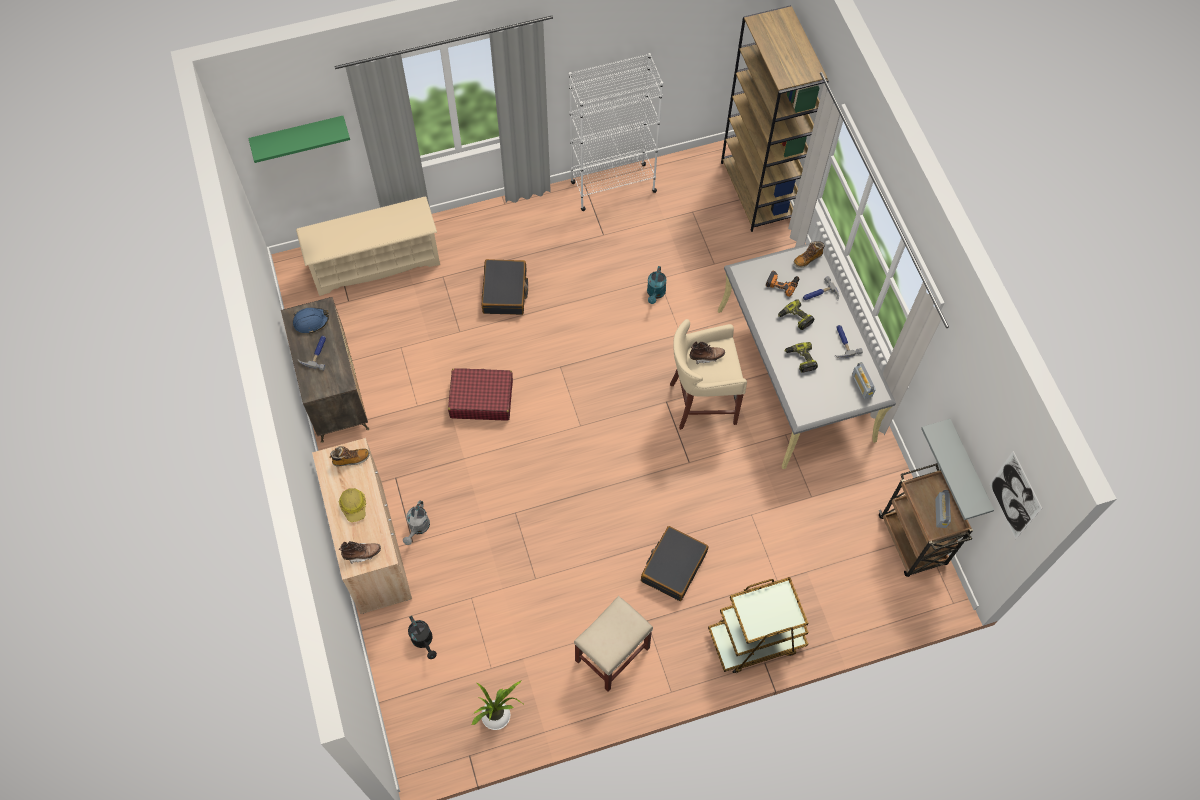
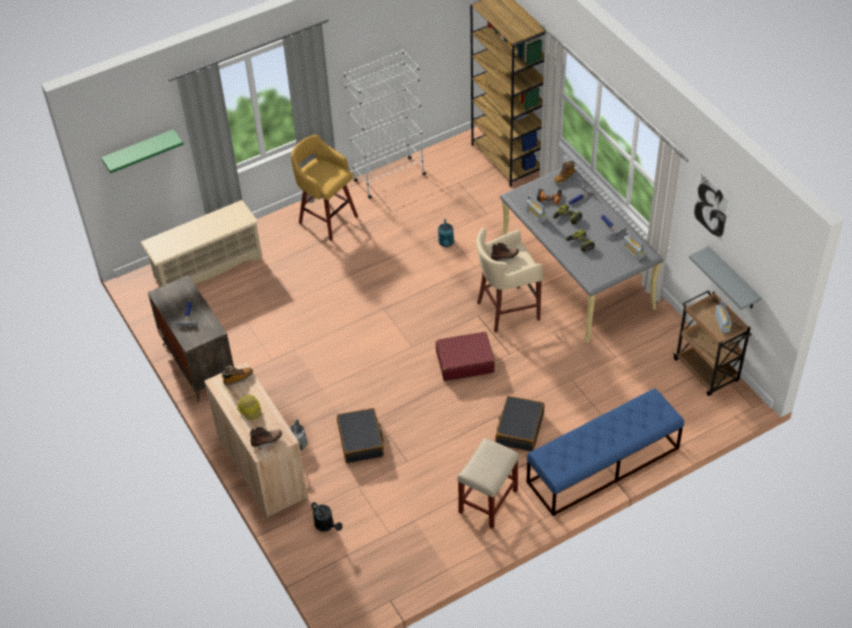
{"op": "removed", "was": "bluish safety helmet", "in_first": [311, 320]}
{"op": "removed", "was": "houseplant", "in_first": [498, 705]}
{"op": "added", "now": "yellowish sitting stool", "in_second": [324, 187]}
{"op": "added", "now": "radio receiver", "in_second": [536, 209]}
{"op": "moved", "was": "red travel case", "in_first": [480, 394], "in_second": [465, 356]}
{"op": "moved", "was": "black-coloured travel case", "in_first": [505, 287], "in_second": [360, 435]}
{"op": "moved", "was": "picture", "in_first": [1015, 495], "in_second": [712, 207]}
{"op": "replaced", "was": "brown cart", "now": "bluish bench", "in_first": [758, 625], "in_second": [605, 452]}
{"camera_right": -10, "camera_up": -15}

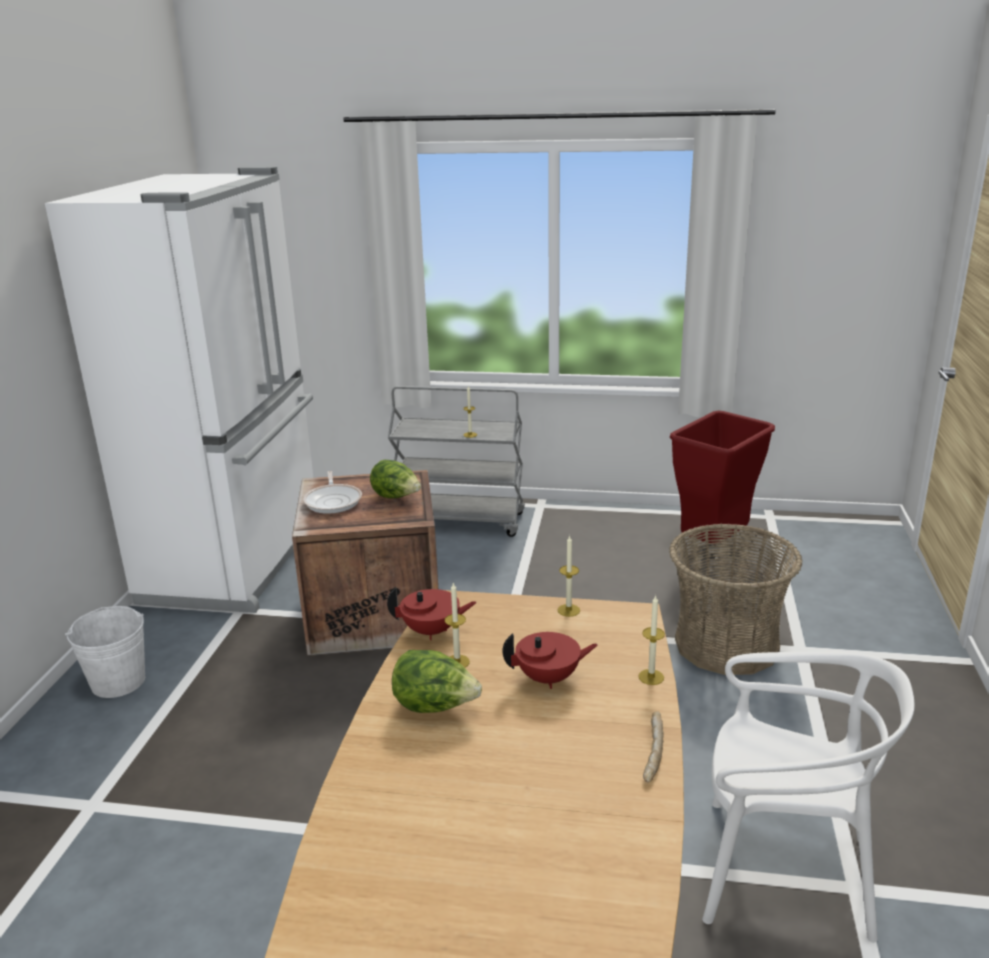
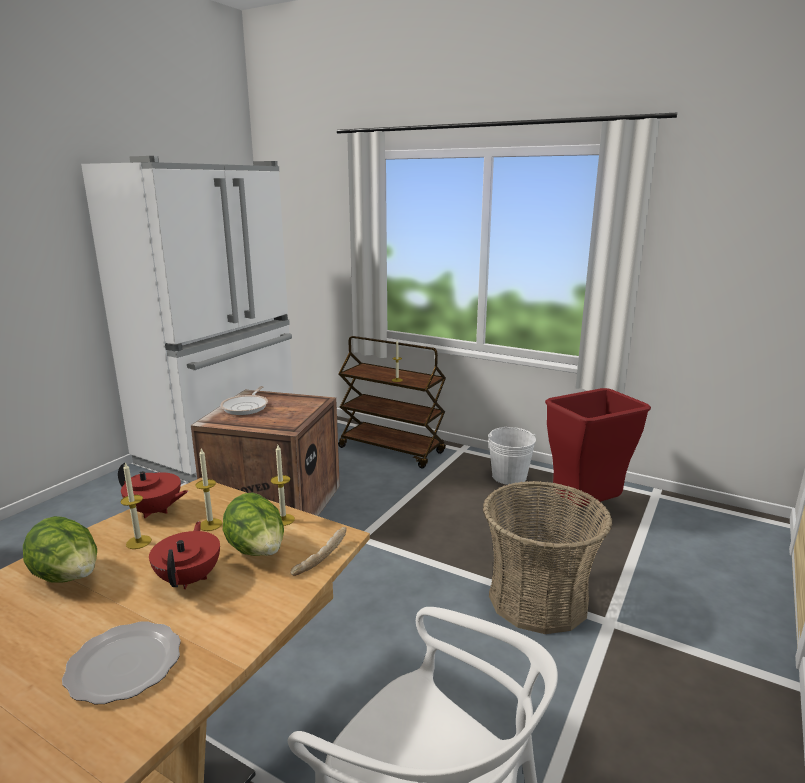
{"op": "added", "now": "dinner plate", "in_second": [121, 662]}
{"op": "moved", "was": "white bucket", "in_first": [105, 652], "in_second": [512, 456]}
{"op": "moved", "was": "lettuce head", "in_first": [395, 479], "in_second": [253, 524]}
{"op": "moved", "was": "wax light", "in_first": [652, 640], "in_second": [208, 489]}
{"op": "moved", "was": "bakery bread", "in_first": [653, 747], "in_second": [318, 551]}
{"op": "recoloured", "was": "grey cart", "now": "brown cart", "in_first": [456, 461], "in_second": [392, 402]}
{"op": "turned", "was": "red pot for tea", "in_first": [550, 660], "in_second": [184, 555], "clockwise": -105}
{"camera_right": 20, "camera_up": -5}

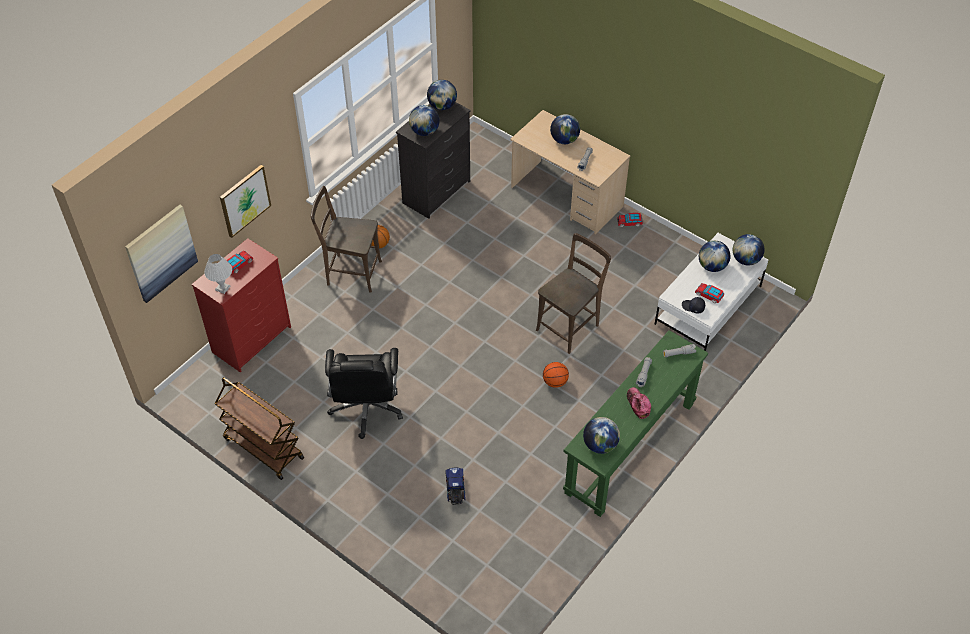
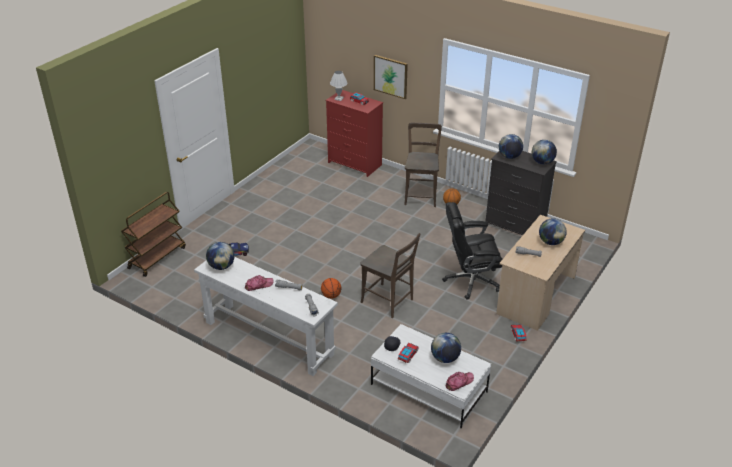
{"op": "removed", "was": "picture", "in_first": [161, 254]}
{"op": "moved", "was": "brown cart", "in_first": [259, 428], "in_second": [153, 234]}
{"op": "moved", "was": "black-coloured computer chair", "in_first": [364, 393], "in_second": [472, 251]}
{"op": "replaced", "was": "globe", "now": "cap", "in_first": [749, 249], "in_second": [459, 381]}
{"op": "recoloured", "was": "green-coloured console table", "now": "white console table", "in_first": [635, 423], "in_second": [266, 316]}
{"camera_right": 85, "camera_up": -15}

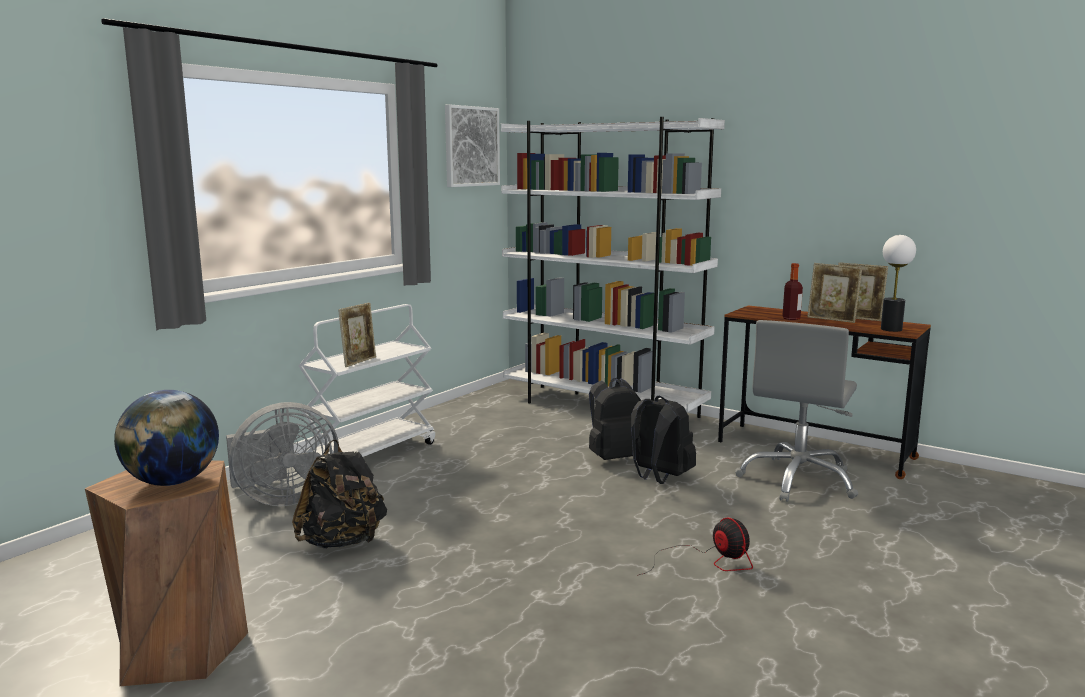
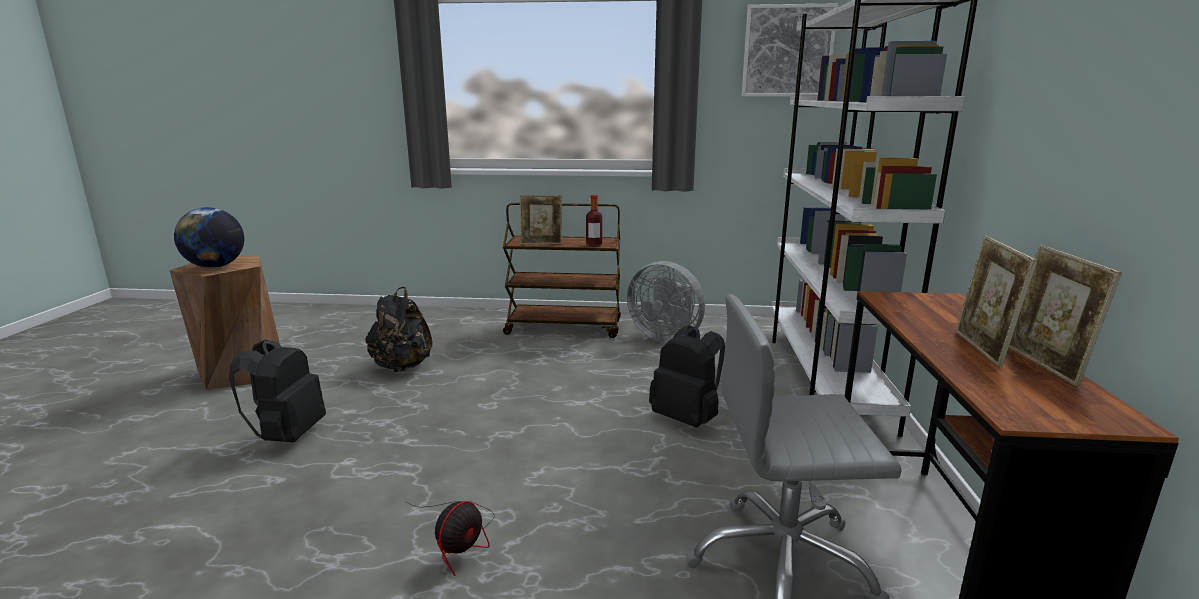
{"op": "removed", "was": "lamp for a table", "in_first": [898, 283]}
{"op": "moved", "was": "grey electric fan", "in_first": [282, 454], "in_second": [666, 302]}
{"op": "moved", "was": "black-coloured rucksack", "in_first": [663, 439], "in_second": [277, 390]}
{"op": "moved", "was": "bottle", "in_first": [792, 291], "in_second": [594, 221]}
{"op": "recoloured", "was": "white cart", "now": "brown cart", "in_first": [366, 380], "in_second": [562, 270]}
{"camera_right": 60, "camera_up": 5}

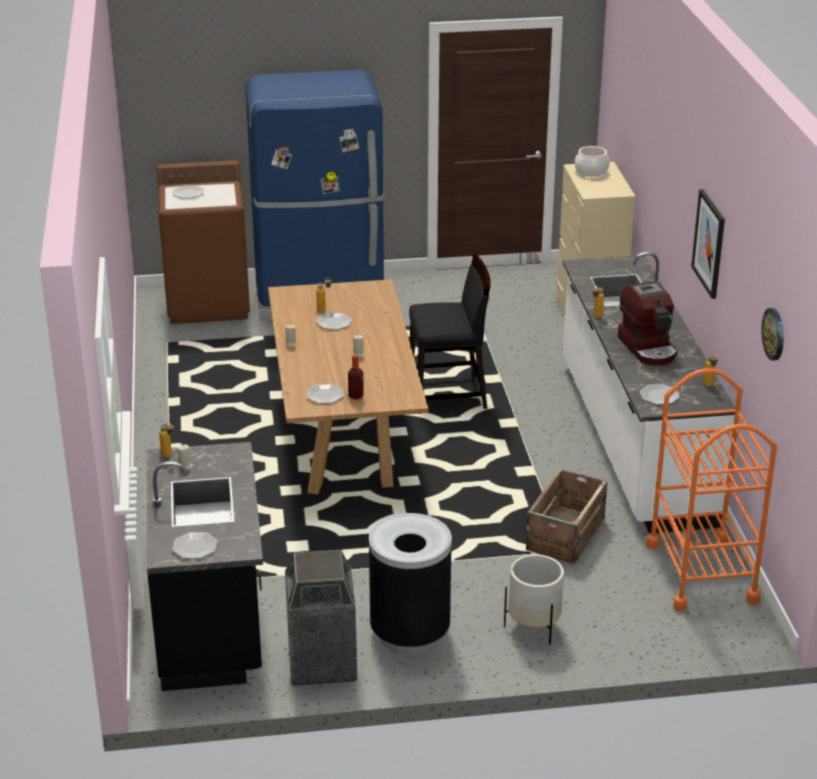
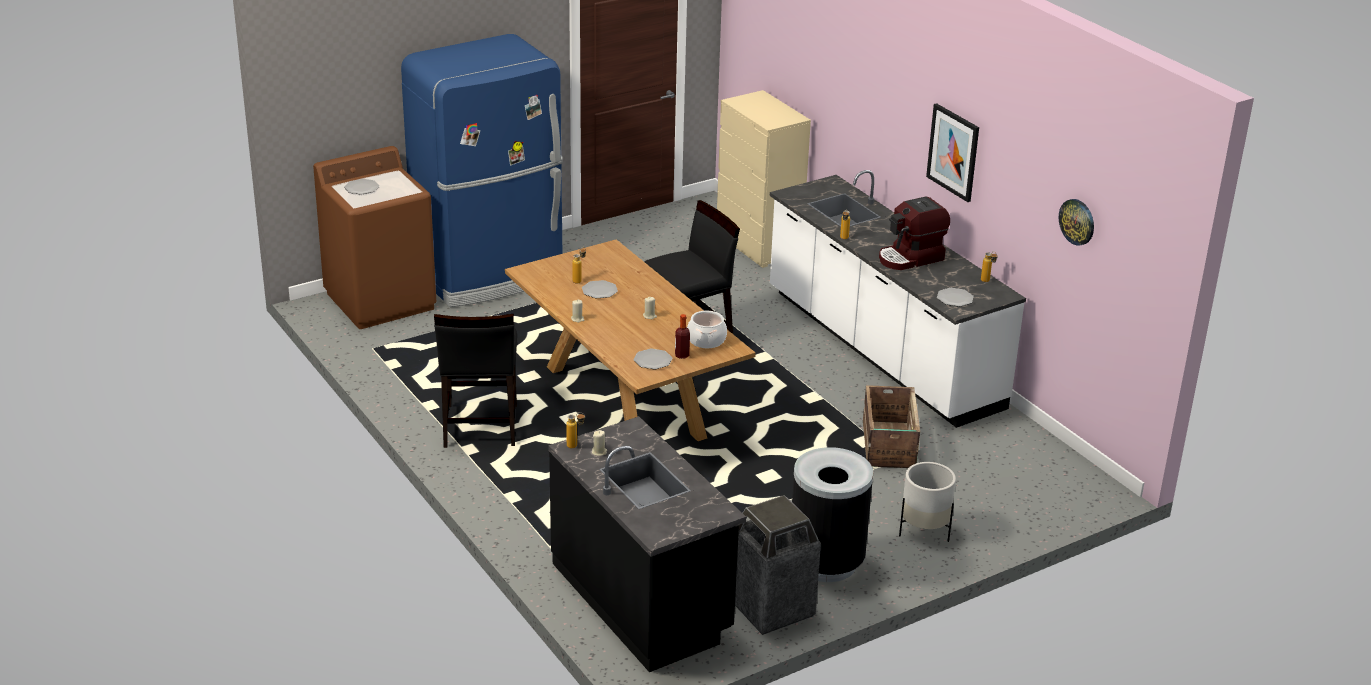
{"op": "removed", "was": "dinner plate", "in_first": [195, 545]}
{"op": "removed", "was": "orangey cart", "in_first": [711, 489]}
{"op": "added", "now": "black-coloured chair", "in_second": [475, 381]}
{"op": "moved", "was": "saucepot", "in_first": [592, 161], "in_second": [707, 329]}
{"op": "turned", "was": "coffee maker", "in_first": [648, 323], "in_second": [914, 233], "clockwise": 105}
{"camera_right": -25, "camera_up": 0}

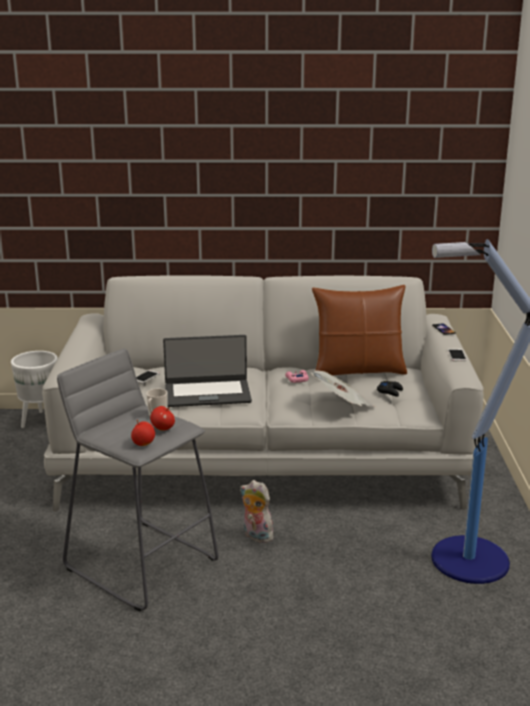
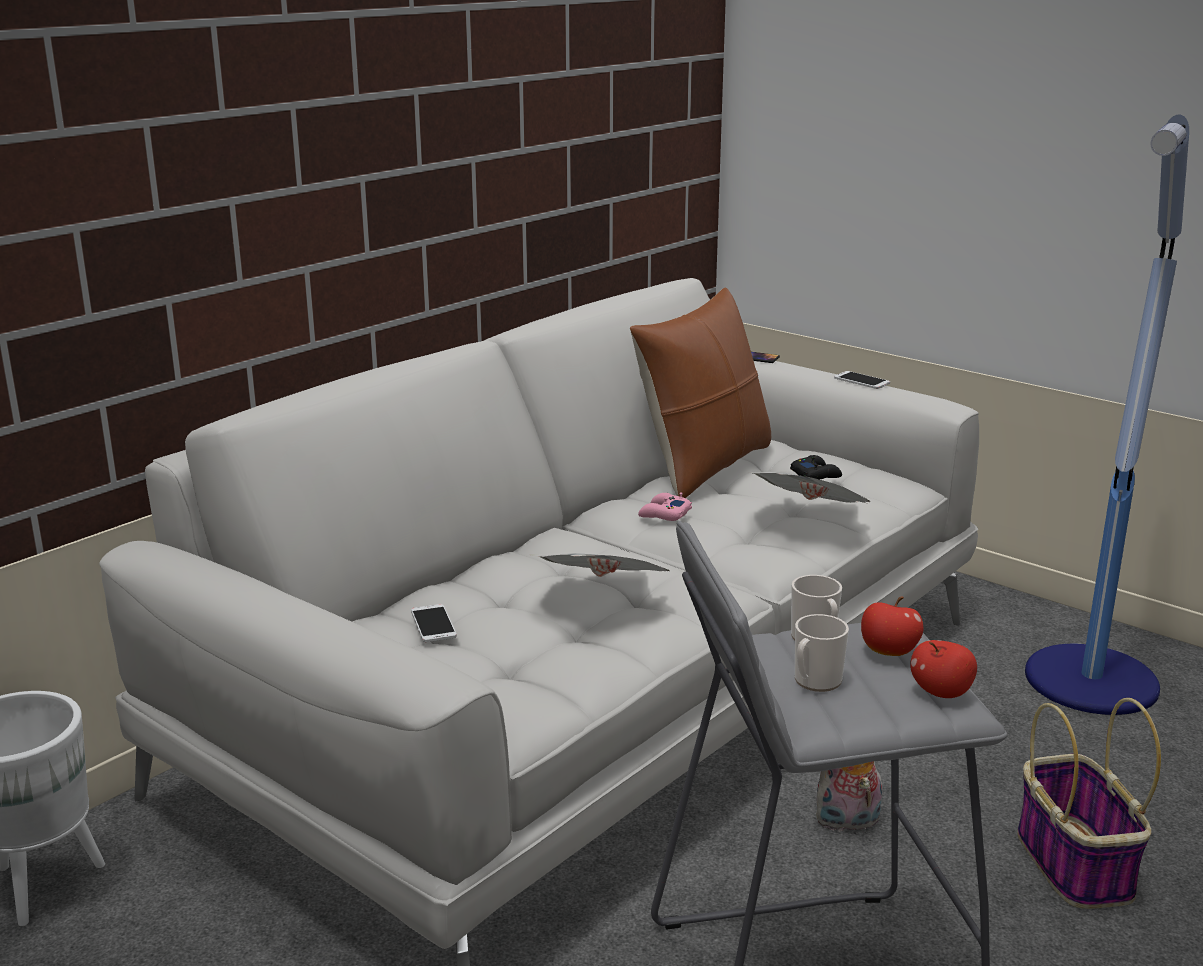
{"op": "added", "now": "tea mug", "in_second": [822, 653]}
{"op": "added", "now": "household basket", "in_second": [1089, 803]}
{"op": "replaced", "was": "laptop", "now": "printed paper", "in_first": [207, 371], "in_second": [599, 565]}
{"camera_right": -50, "camera_up": 0}

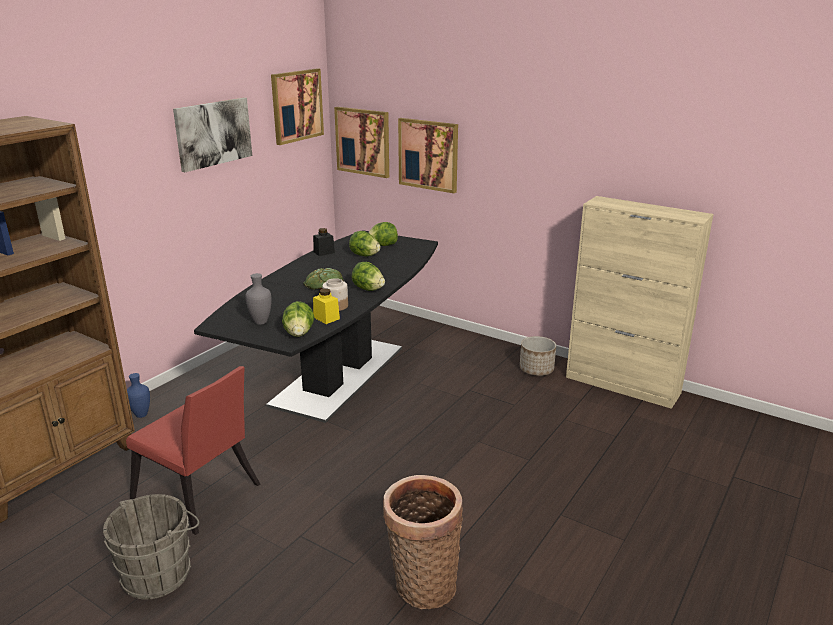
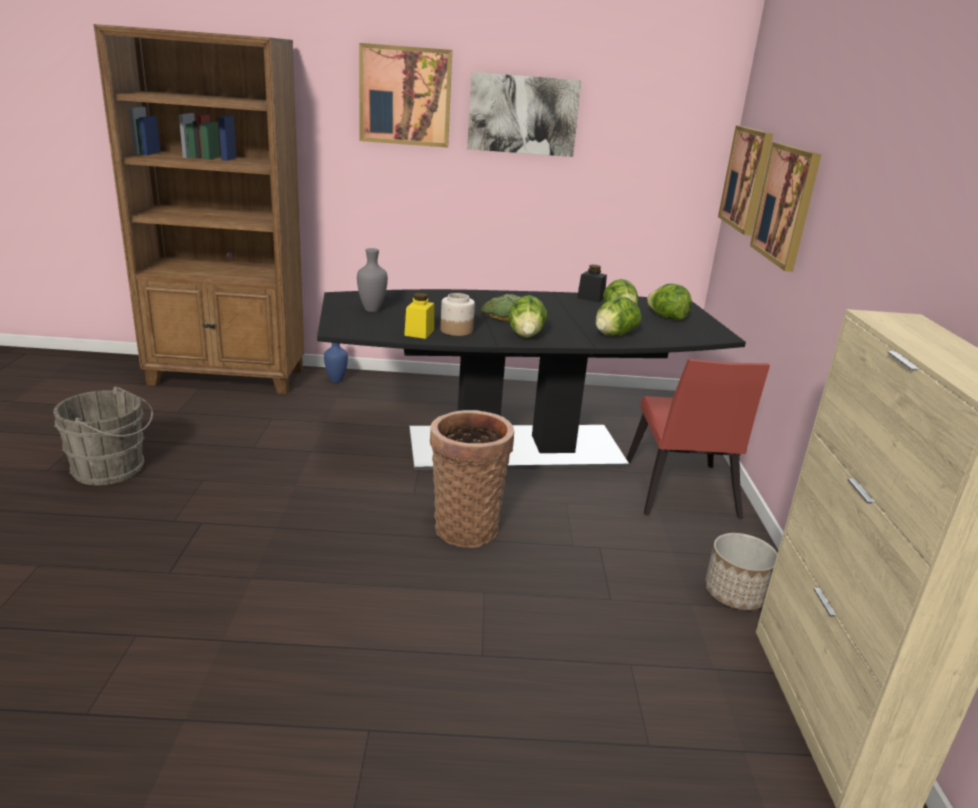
{"op": "moved", "was": "red chair", "in_first": [193, 450], "in_second": [698, 439]}
{"op": "moved", "was": "picture", "in_first": [297, 106], "in_second": [405, 95]}
{"op": "moved", "was": "lettuce head", "in_first": [298, 319], "in_second": [618, 316]}
{"op": "moved", "was": "household basket", "in_first": [423, 542], "in_second": [472, 479]}
{"camera_right": 55, "camera_up": 0}

